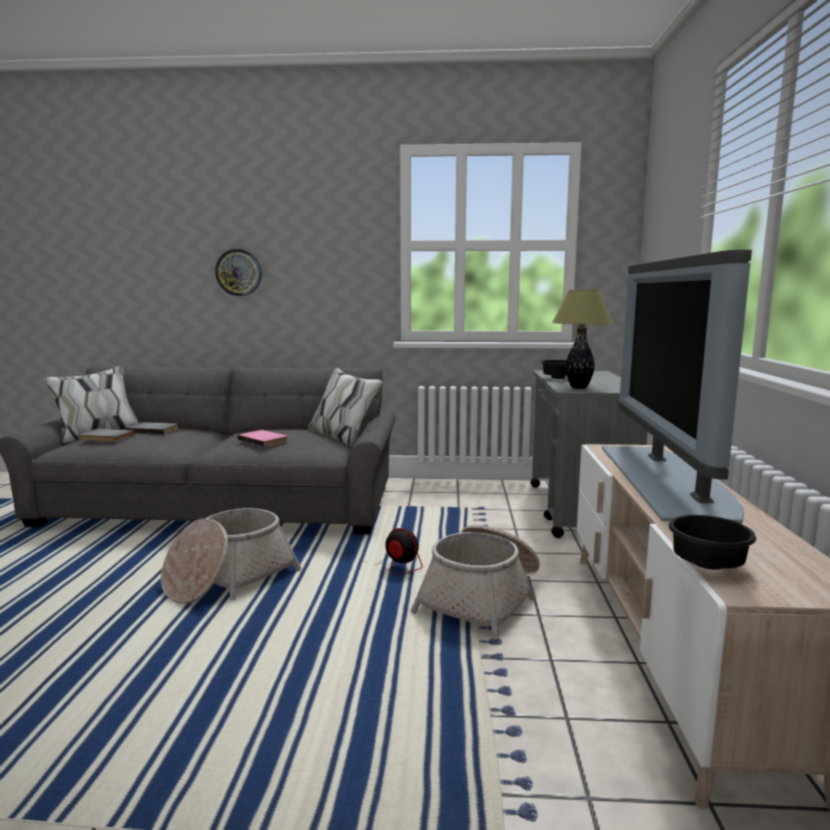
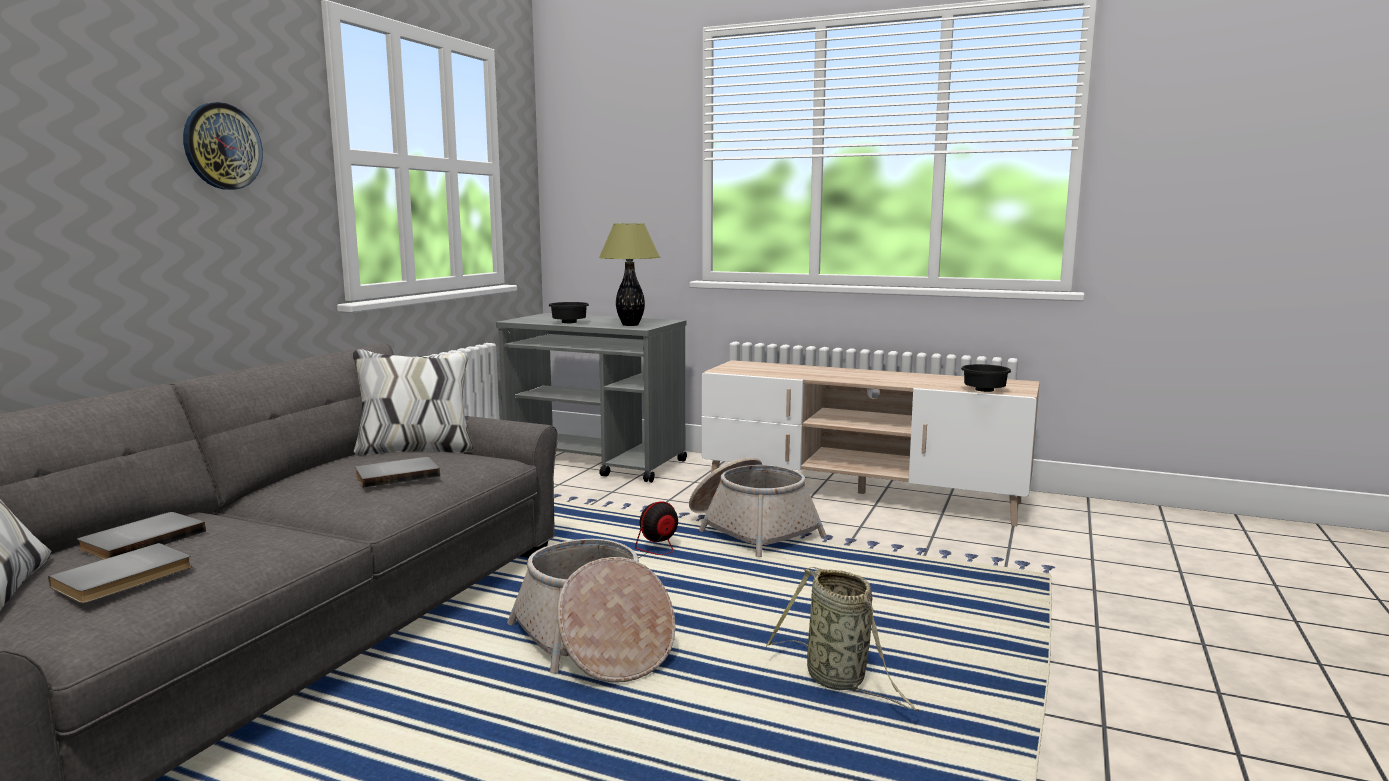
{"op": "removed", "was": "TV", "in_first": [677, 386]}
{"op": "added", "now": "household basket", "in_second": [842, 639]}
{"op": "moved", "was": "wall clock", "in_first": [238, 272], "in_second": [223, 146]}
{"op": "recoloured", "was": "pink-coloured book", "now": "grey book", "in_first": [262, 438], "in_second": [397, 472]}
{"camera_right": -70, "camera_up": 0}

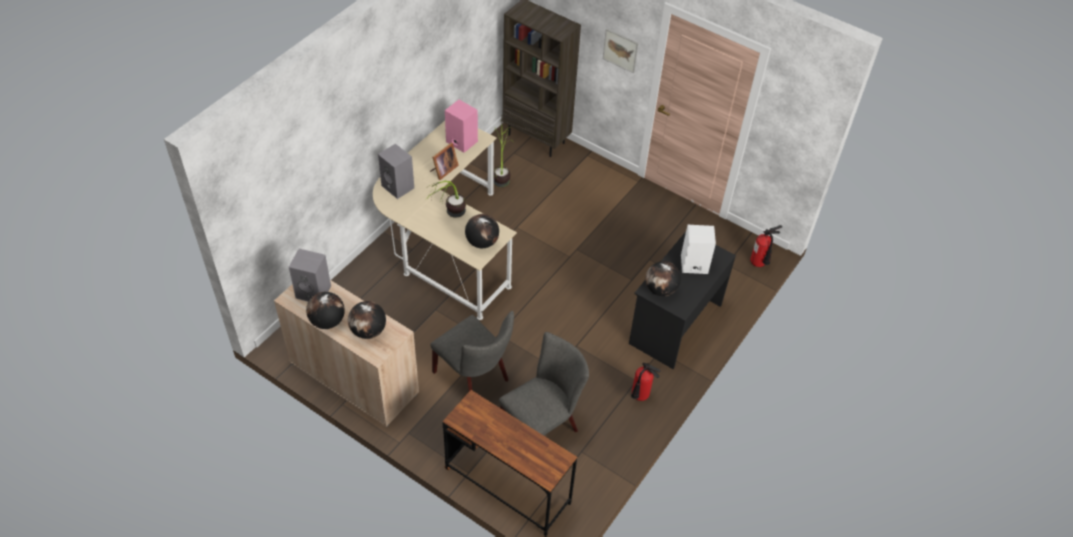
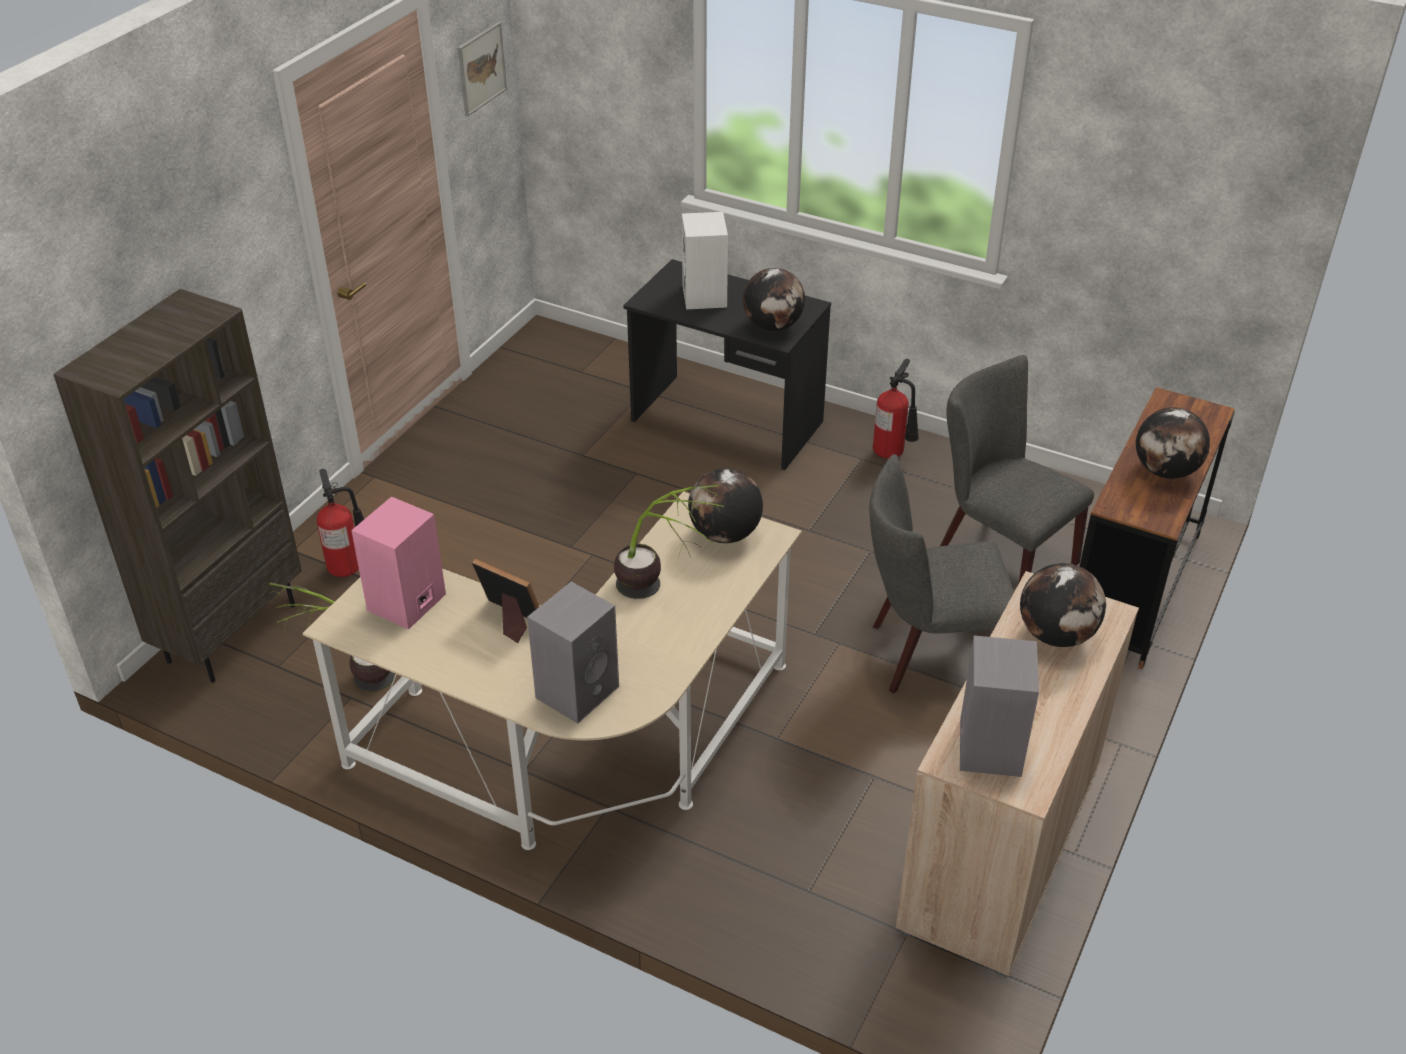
{"op": "moved", "was": "globe", "in_first": [325, 310], "in_second": [1173, 443]}
{"op": "moved", "was": "picture", "in_first": [620, 51], "in_second": [482, 69]}
{"op": "moved", "was": "extinguisher", "in_first": [766, 246], "in_second": [340, 523]}
{"op": "turned", "was": "grey chair", "in_first": [472, 351], "in_second": [941, 573], "clockwise": -135}
{"camera_right": -95, "camera_up": -10}

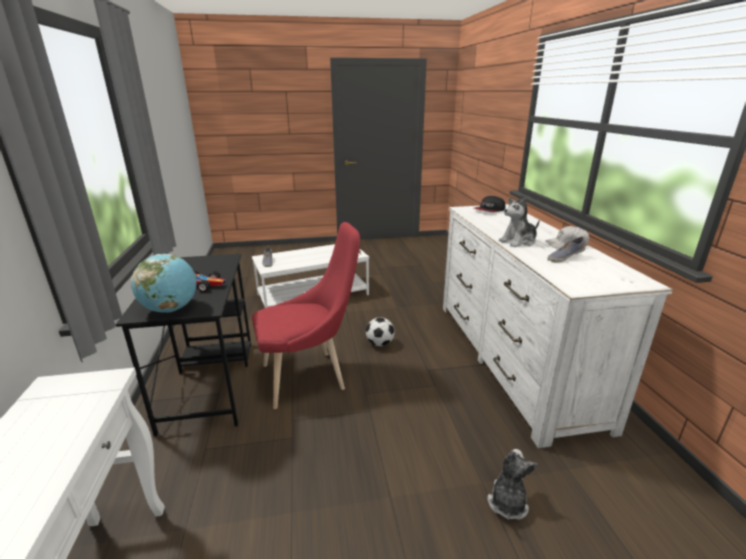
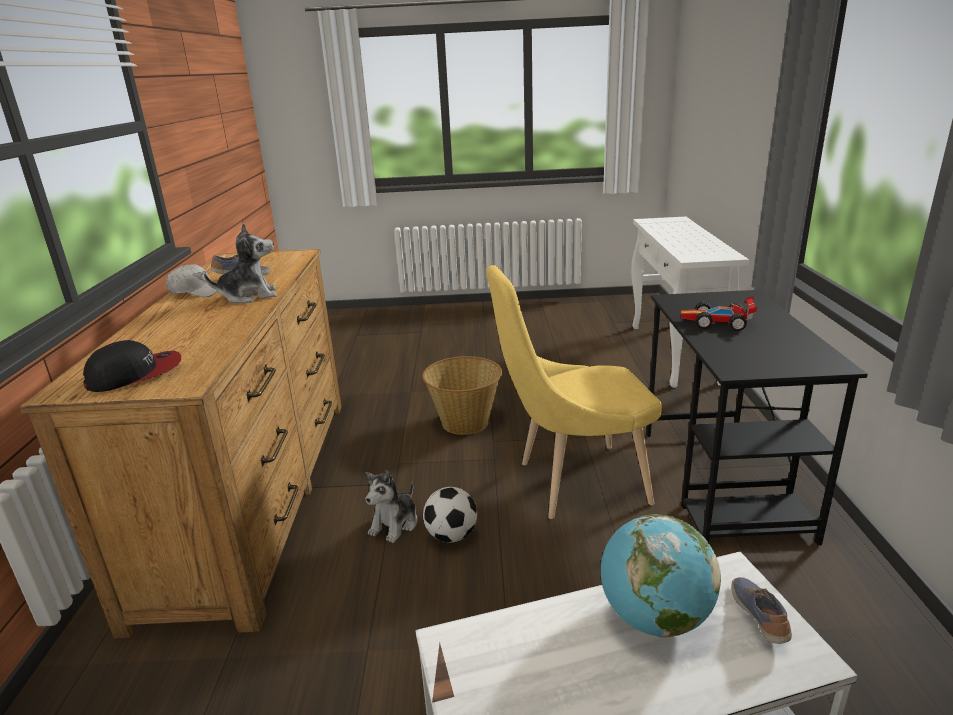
{"op": "added", "now": "household basket", "in_second": [462, 395]}
{"op": "moved", "was": "globe", "in_first": [164, 283], "in_second": [661, 576]}
{"op": "moved", "was": "cuddly toy", "in_first": [512, 484], "in_second": [391, 506]}
{"op": "recoloured", "was": "red chair", "now": "yellowish chair", "in_first": [306, 315], "in_second": [574, 392]}
{"op": "recoloured", "was": "white drawer chest", "now": "brown drawer chest", "in_first": [558, 326], "in_second": [180, 444]}
{"camera_right": -170, "camera_up": 0}

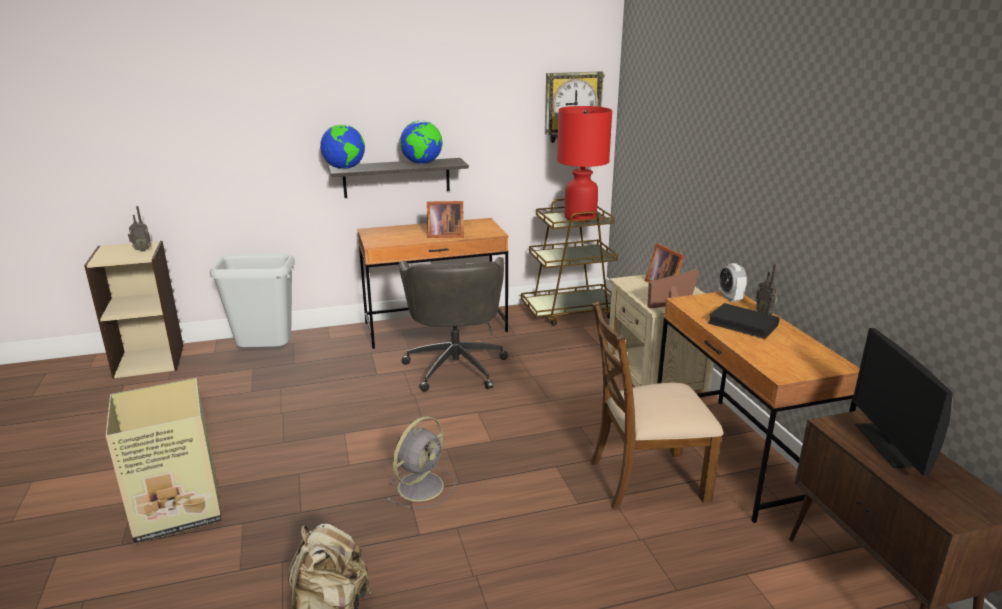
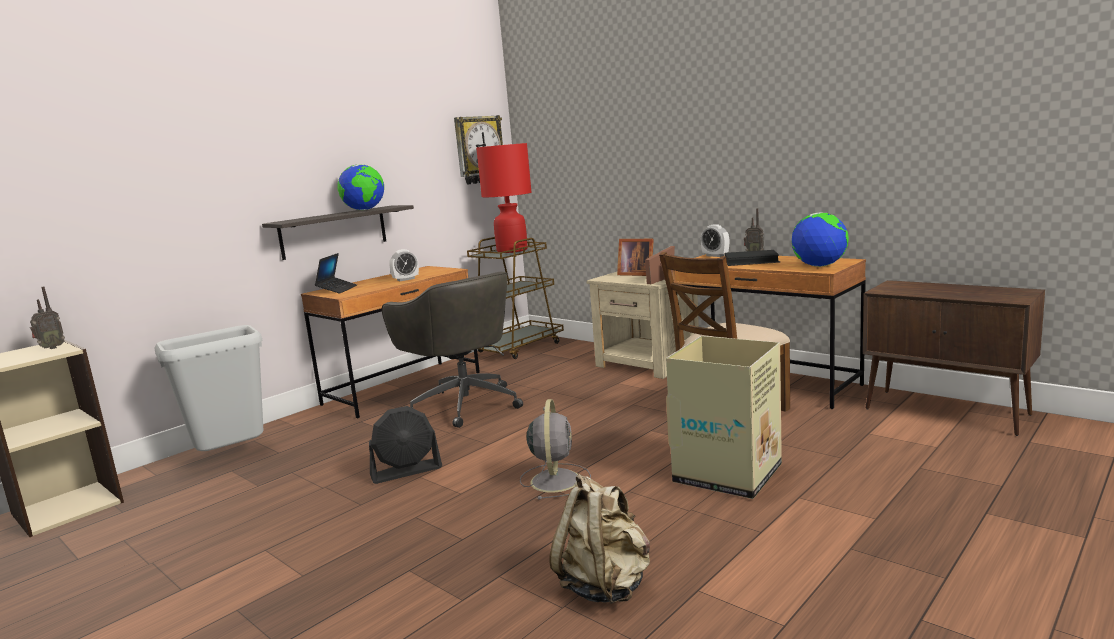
{"op": "removed", "was": "computer display", "in_first": [902, 402]}
{"op": "added", "now": "laptop", "in_second": [336, 273]}
{"op": "added", "now": "black-coloured electric fan", "in_second": [405, 445]}
{"op": "moved", "was": "packing box", "in_first": [164, 461], "in_second": [724, 417]}
{"op": "moved", "was": "globe", "in_first": [342, 146], "in_second": [820, 239]}
{"op": "replaced", "was": "picture frame", "now": "bedside clock", "in_first": [445, 219], "in_second": [404, 265]}
{"camera_right": -30, "camera_up": -10}

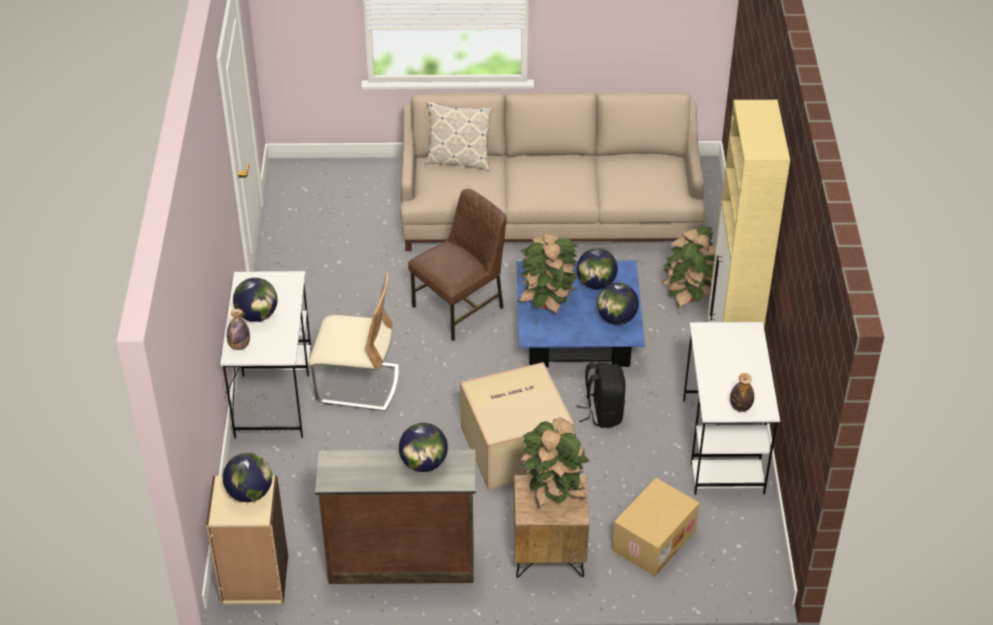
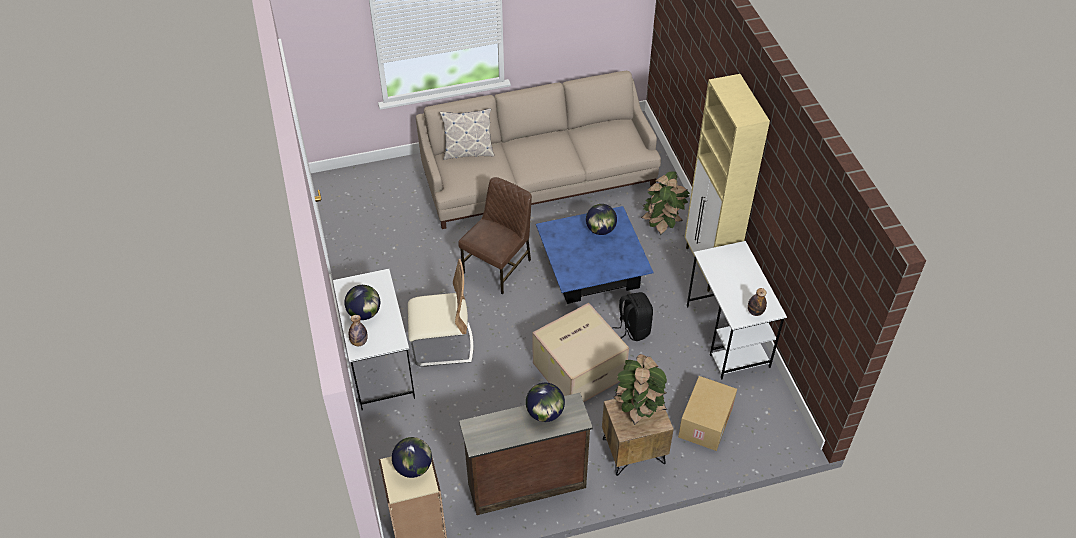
{"op": "removed", "was": "houseplant", "in_first": [548, 274]}
{"op": "removed", "was": "globe", "in_first": [618, 304]}
{"camera_right": -15, "camera_up": 5}

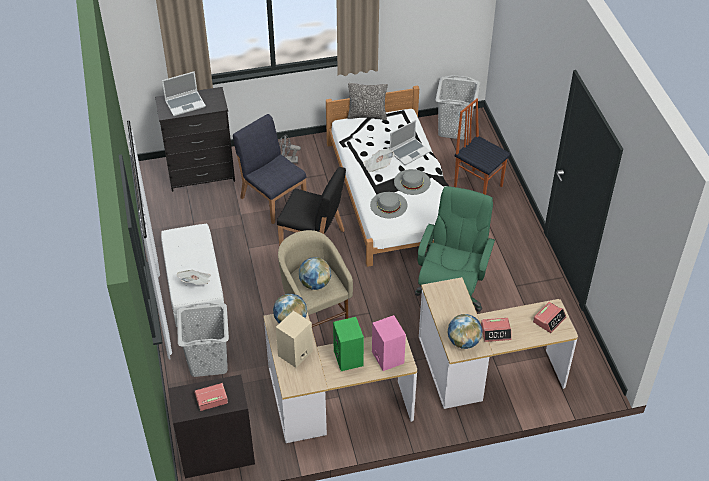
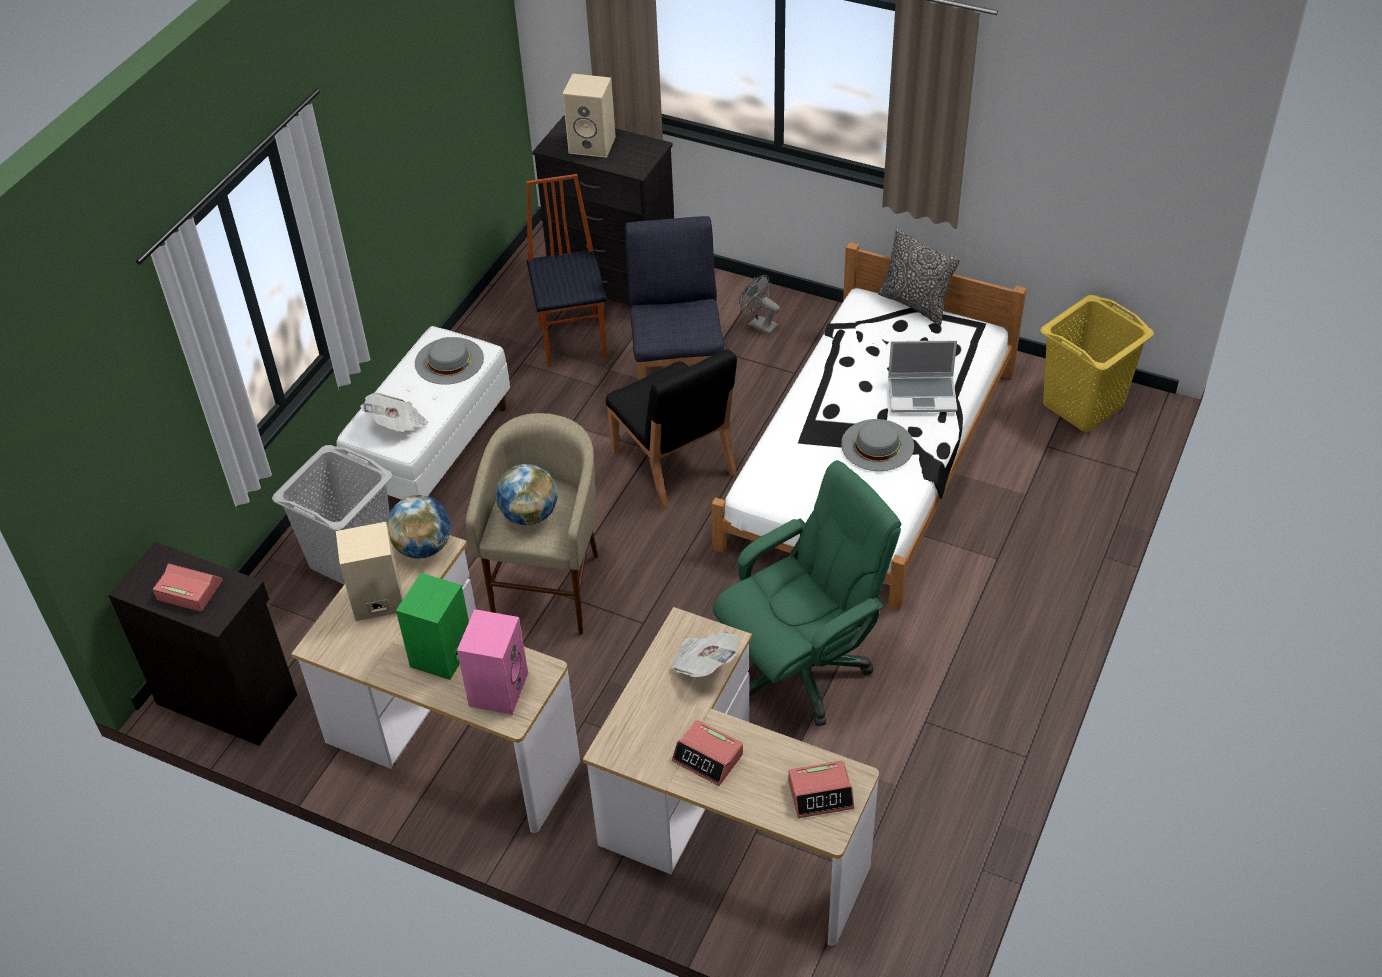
{"op": "removed", "was": "globe", "in_first": [465, 331]}
{"op": "moved", "was": "printed paper", "in_first": [378, 160], "in_second": [705, 654]}
{"op": "moved", "was": "grey clothing hat", "in_first": [389, 205], "in_second": [449, 361]}
{"op": "moved", "was": "chair", "in_first": [482, 146], "in_second": [566, 270]}
{"op": "replaced", "was": "laptop", "now": "beige-coloured speaker", "in_first": [184, 93], "in_second": [589, 115]}
{"op": "recoloured", "was": "grey hamper", "now": "yellowish hamper", "in_first": [458, 107], "in_second": [1097, 363]}
{"camera_right": 40, "camera_up": 0}

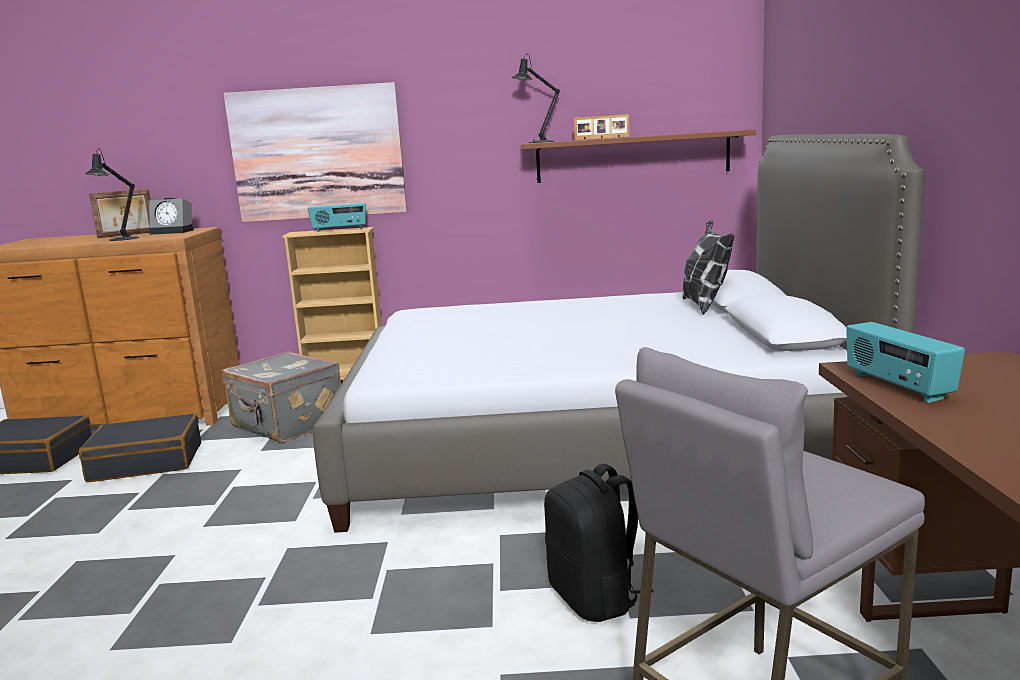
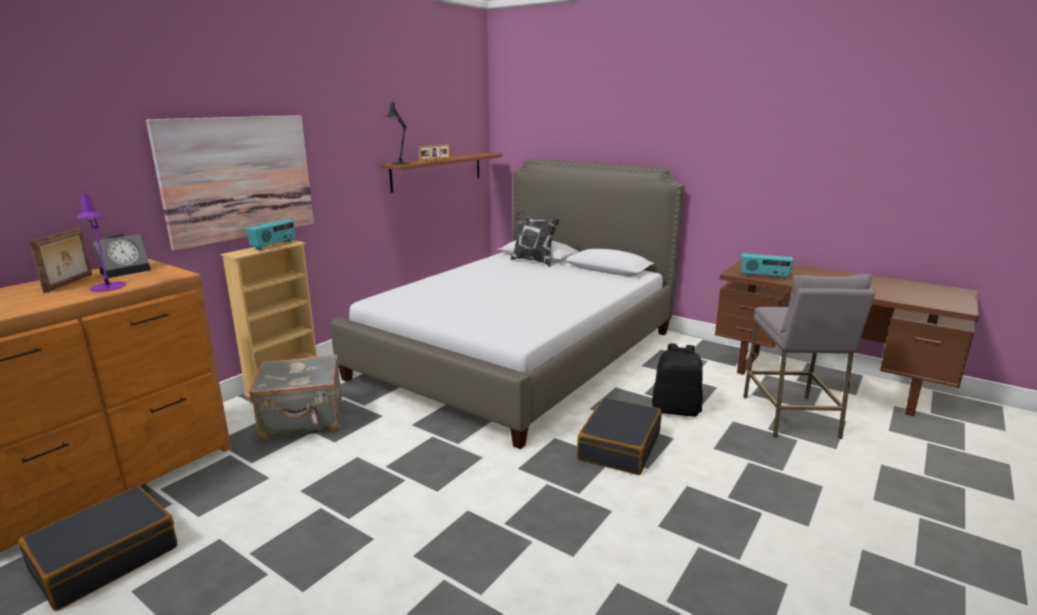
{"op": "moved", "was": "black-coloured travel case", "in_first": [140, 447], "in_second": [619, 436]}
{"op": "recoloured", "was": "black-coloured lamp for a table", "now": "purplish lamp for a table", "in_first": [112, 195], "in_second": [101, 240]}
{"camera_right": -55, "camera_up": 5}

